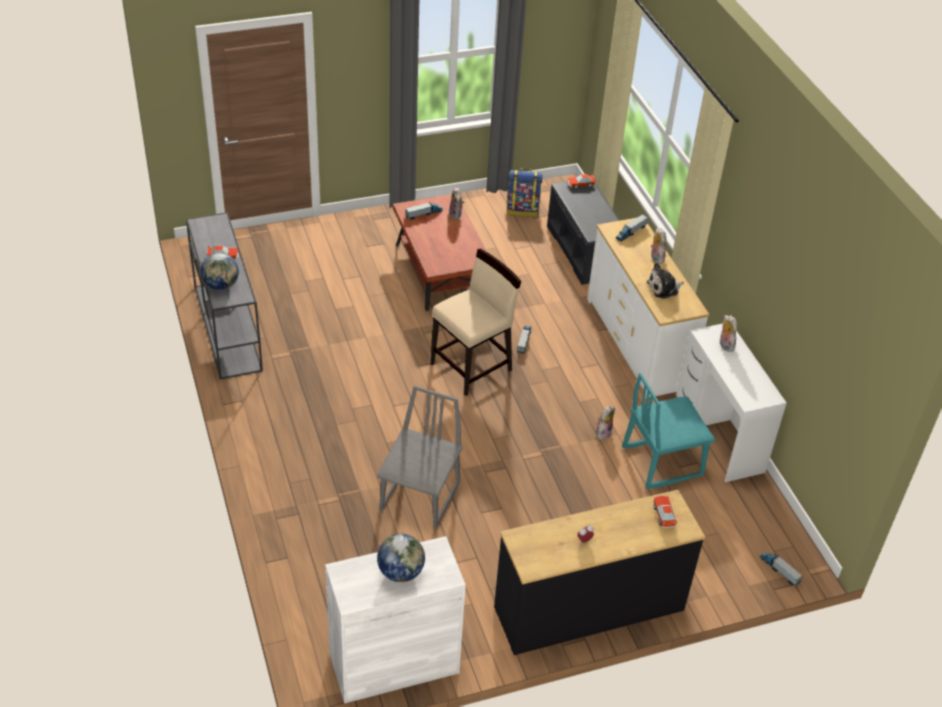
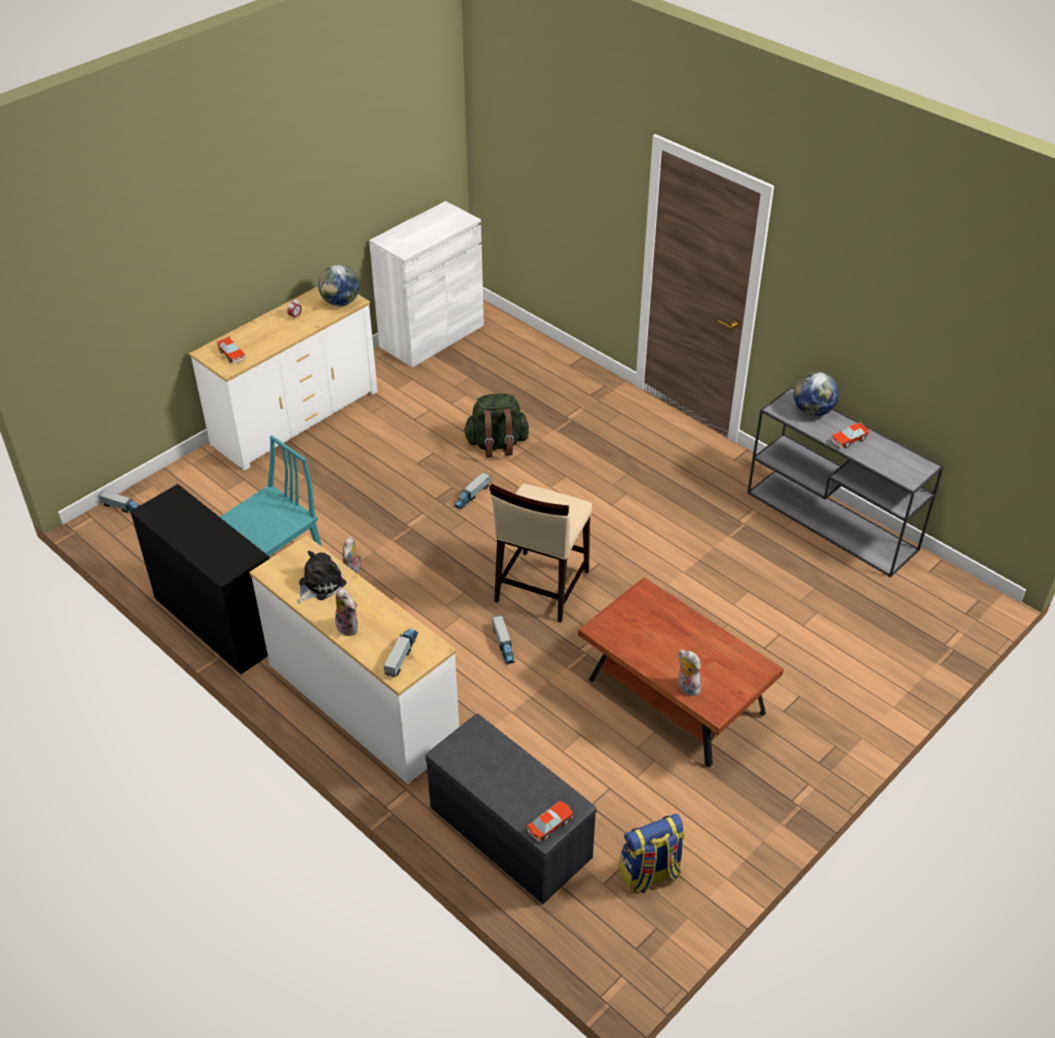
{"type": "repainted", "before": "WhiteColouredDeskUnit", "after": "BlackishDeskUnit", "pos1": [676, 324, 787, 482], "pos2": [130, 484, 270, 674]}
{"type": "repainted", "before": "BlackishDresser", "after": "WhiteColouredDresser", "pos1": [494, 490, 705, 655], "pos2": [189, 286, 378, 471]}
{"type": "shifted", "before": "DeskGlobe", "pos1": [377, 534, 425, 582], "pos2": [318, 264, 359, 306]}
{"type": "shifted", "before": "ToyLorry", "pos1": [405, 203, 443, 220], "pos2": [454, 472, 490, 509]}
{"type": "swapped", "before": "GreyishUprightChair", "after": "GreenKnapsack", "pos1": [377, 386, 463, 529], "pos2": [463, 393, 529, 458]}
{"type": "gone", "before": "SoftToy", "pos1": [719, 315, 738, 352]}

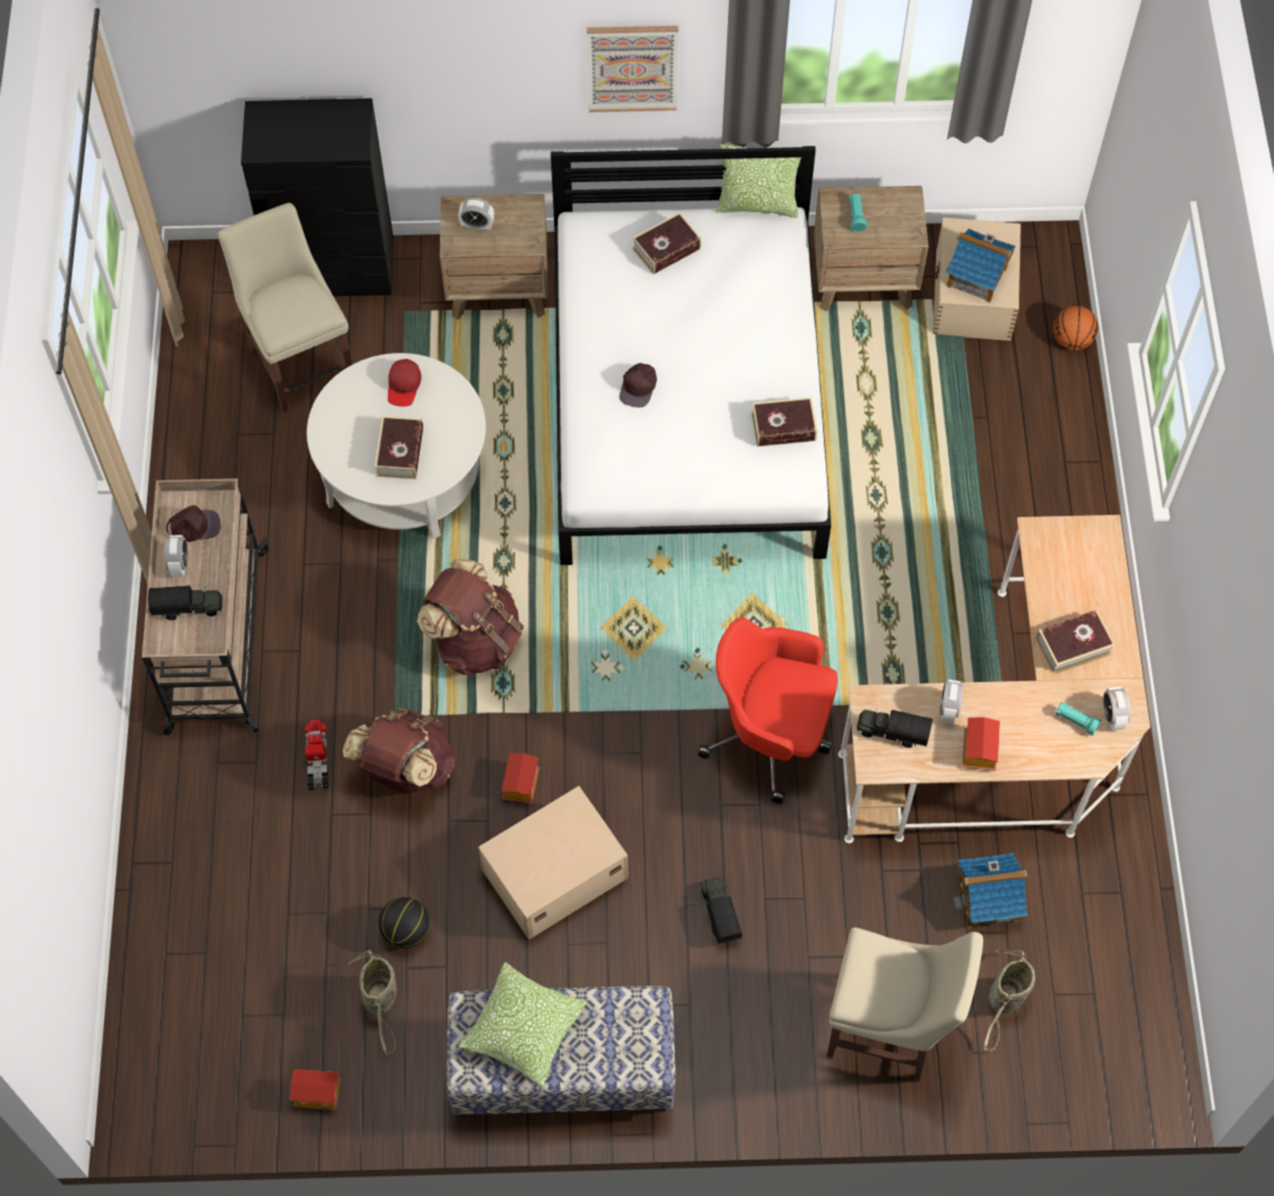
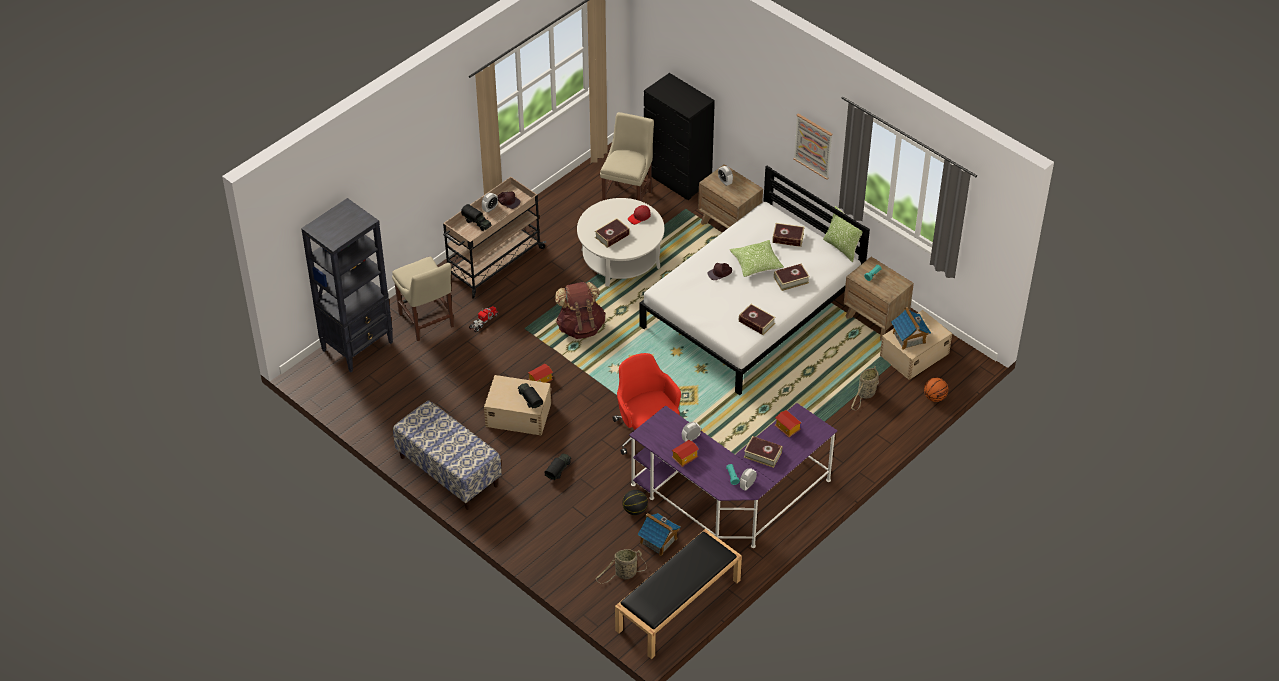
{"type": "new", "after": "BlackishBookcase", "pos2": [301, 198, 393, 372]}
{"type": "shifted", "before": "BeigeColouredUprightChair", "pos1": [827, 927, 983, 1081], "pos2": [392, 257, 454, 341]}
{"type": "shifted", "before": "ToyLorry", "pos1": [857, 709, 933, 748], "pos2": [518, 383, 543, 409]}
{"type": "new", "after": "BlackishBench", "pos2": [615, 529, 742, 659]}
{"type": "shifted", "before": "BallForBasketball", "pos1": [378, 897, 430, 949], "pos2": [622, 490, 648, 515]}
{"type": "repainted", "before": "BeigeColouredDeskUnit", "after": "PurplishDeskUnit", "pos1": [838, 515, 1150, 843], "pos2": [629, 403, 837, 548]}
{"type": "shifted", "before": "Pillow", "pos1": [458, 962, 587, 1087], "pos2": [730, 240, 784, 277]}
{"type": "new", "after": "BoundBook", "pos2": [774, 264, 810, 291]}
{"type": "shifted", "before": "ToyHouse", "pos1": [289, 1069, 341, 1110], "pos2": [775, 410, 801, 437]}
{"type": "shifted", "before": "HouseholdBasket", "pos1": [348, 950, 396, 1055], "pos2": [851, 366, 879, 410]}
{"type": "gone", "before": "BrownishKnapsack", "pos1": [343, 707, 455, 794]}

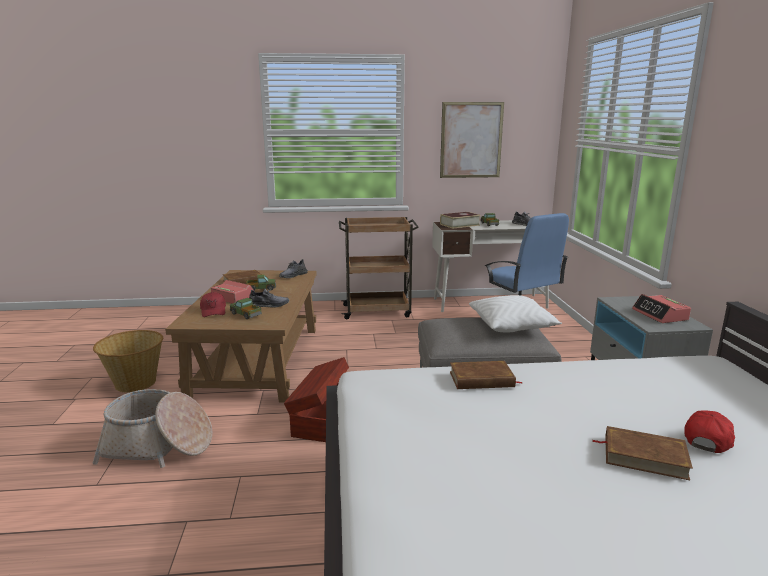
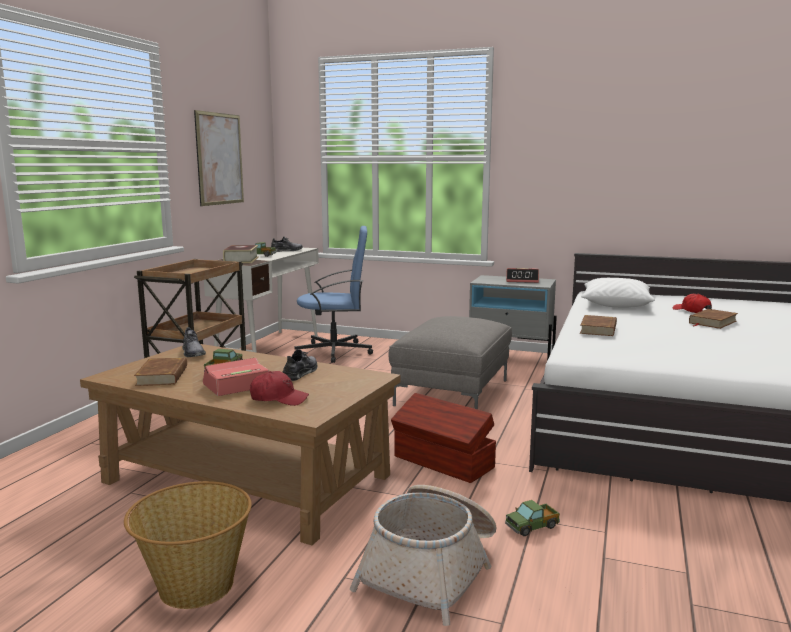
{"type": "shifted", "before": "ToyLorry", "pos1": [230, 298, 262, 319], "pos2": [505, 500, 560, 536]}
{"type": "shifted", "before": "WhiteColouredPillow", "pos1": [469, 295, 562, 333], "pos2": [581, 278, 655, 308]}

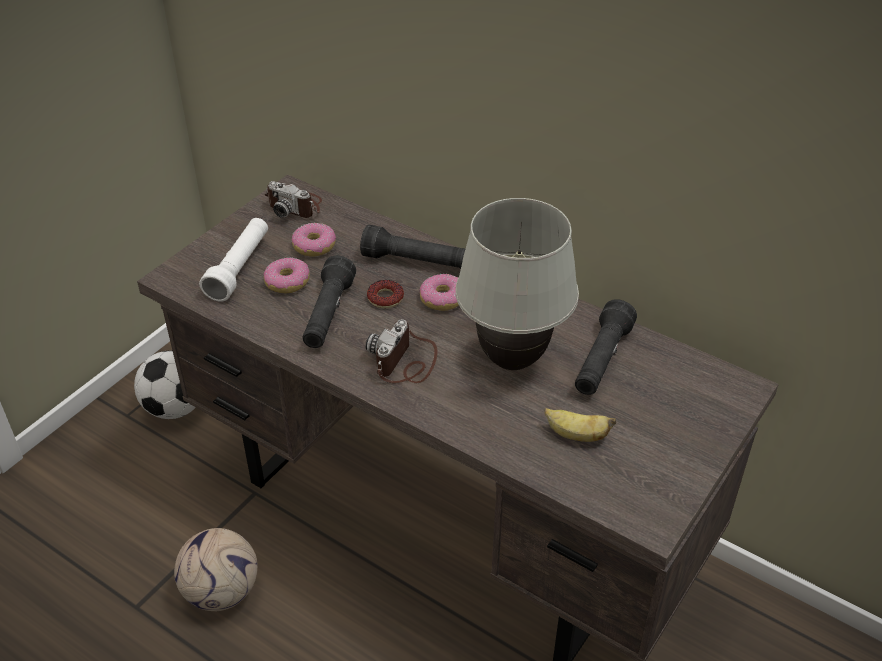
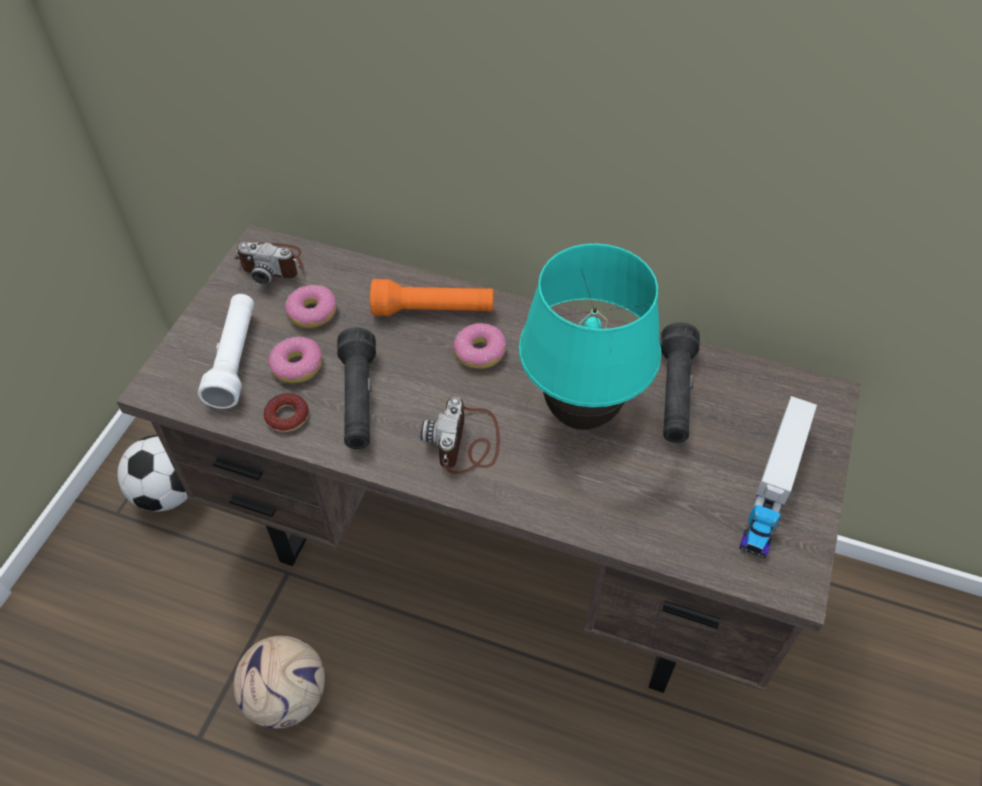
{"type": "shifted", "before": "RingDoughnut", "pos1": [367, 280, 404, 308], "pos2": [264, 393, 308, 432]}
{"type": "repainted", "before": "BlackishFlashlight", "after": "OrangeyFlashlight", "pos1": [360, 225, 465, 268], "pos2": [370, 279, 494, 316]}
{"type": "repainted", "before": "WhiteColouredLampForATable", "after": "BlueGreenLampForATable", "pos1": [455, 198, 579, 370], "pos2": [519, 244, 661, 430]}
{"type": "new", "after": "ToyLorry", "pos2": [739, 396, 817, 558]}
{"type": "gone", "before": "WholeBanana", "pos1": [544, 408, 616, 442]}

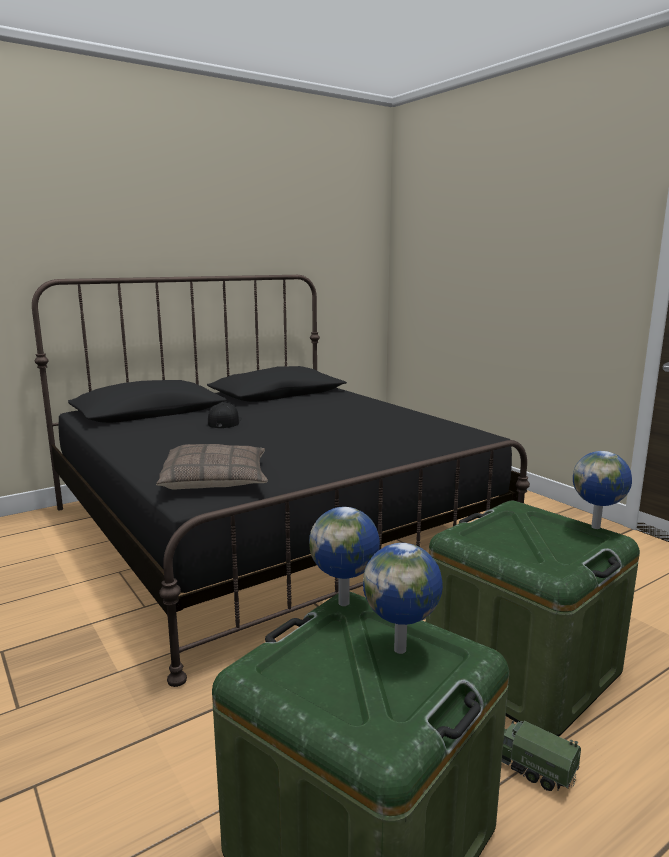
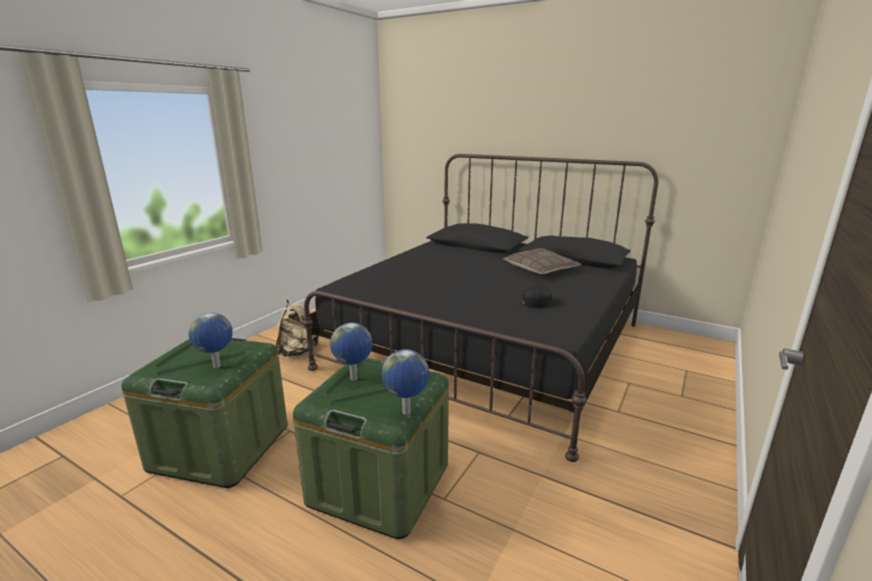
{"type": "new", "after": "BeigeColouredKnapsack", "pos2": [276, 300, 320, 356]}
{"type": "shifted", "before": "DeskGlobe", "pos1": [309, 507, 380, 606], "pos2": [330, 323, 373, 381]}
{"type": "shifted", "before": "Pillow", "pos1": [156, 444, 268, 489], "pos2": [503, 248, 581, 274]}
{"type": "shifted", "before": "BlackishBaseballCap", "pos1": [208, 403, 242, 428], "pos2": [522, 285, 561, 308]}
{"type": "gone", "before": "ToyLorry", "pos1": [502, 720, 581, 791]}

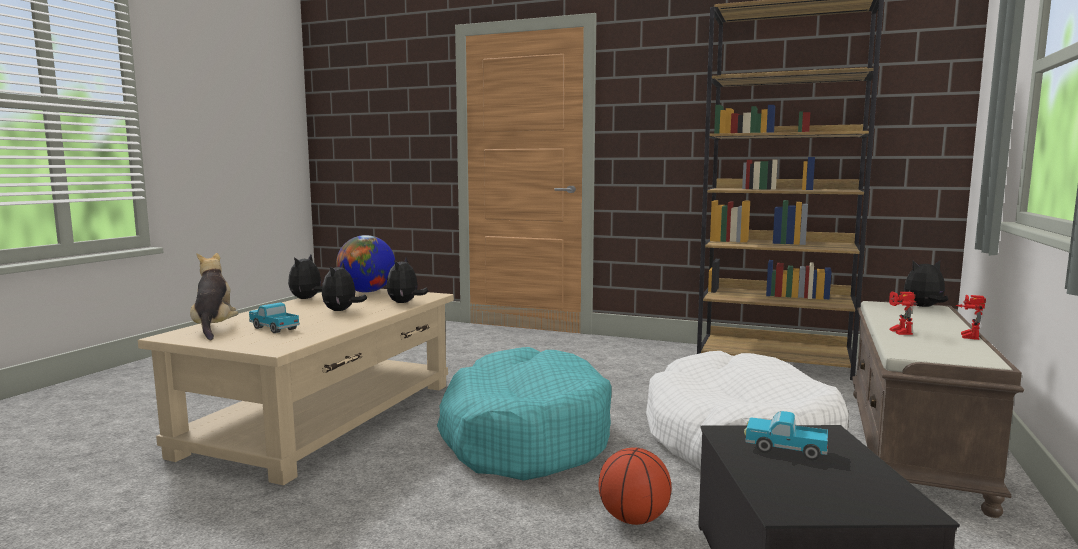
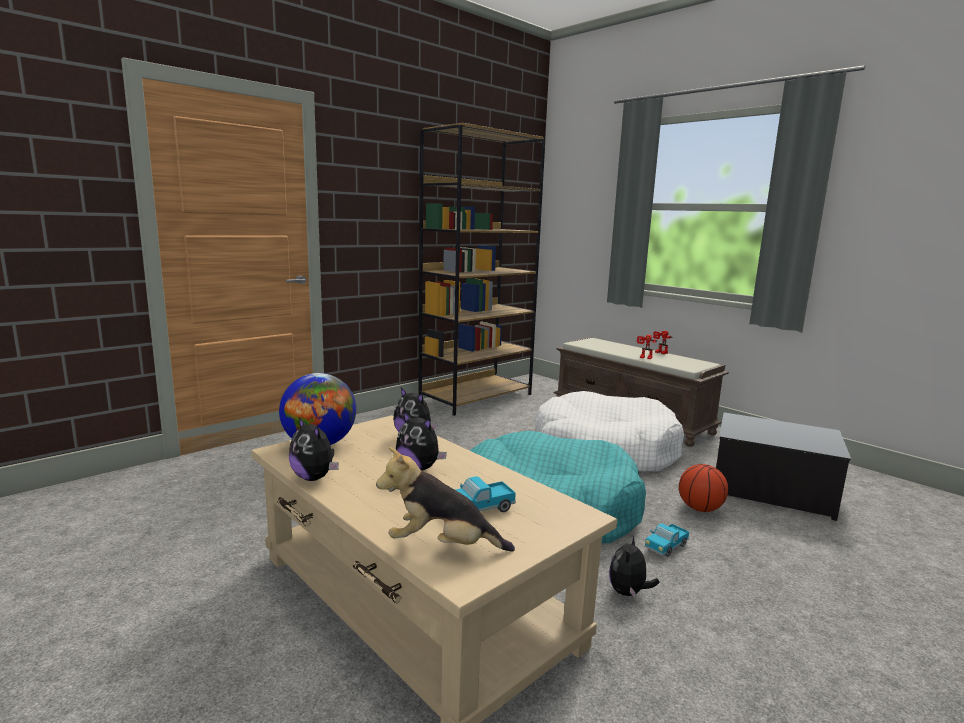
{"type": "shifted", "before": "SoftToy", "pos1": [904, 260, 948, 307], "pos2": [609, 536, 659, 598]}
{"type": "shifted", "before": "ToyLorry", "pos1": [744, 411, 828, 460], "pos2": [645, 523, 689, 557]}

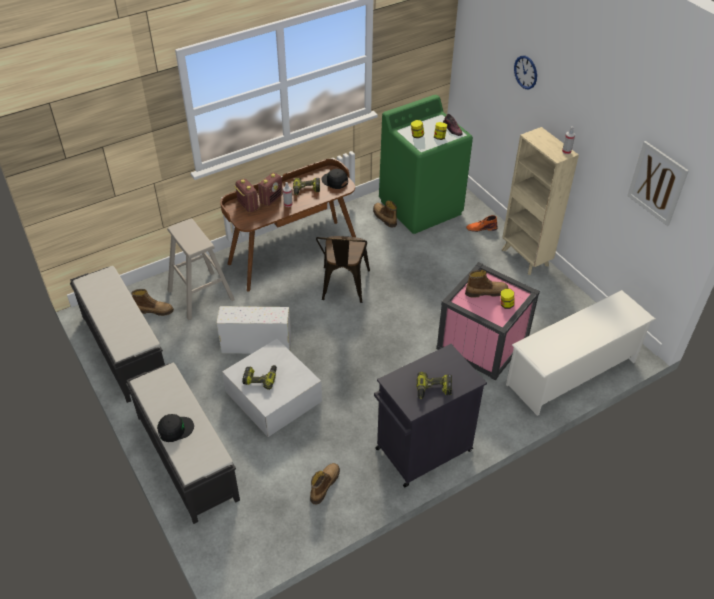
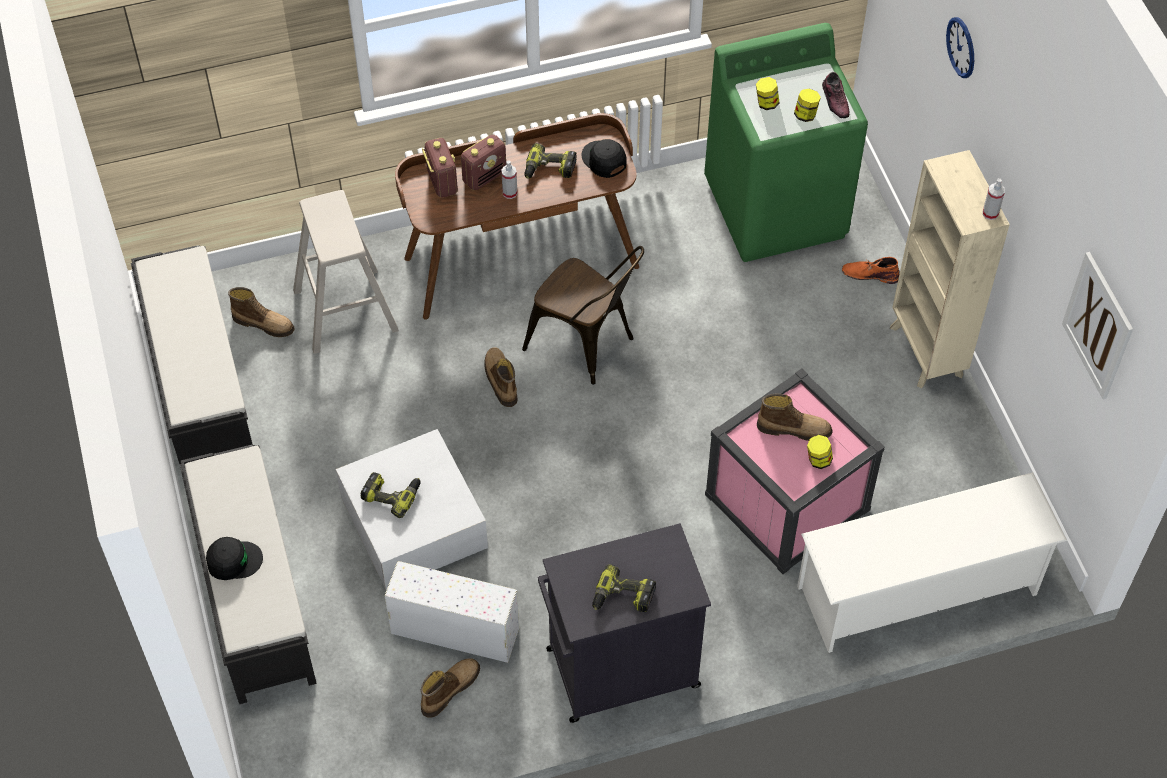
{"type": "shifted", "before": "WhiteColouredStorageBin", "pos1": [217, 306, 291, 354], "pos2": [385, 561, 519, 663]}
{"type": "shifted", "before": "Boot", "pos1": [373, 200, 397, 227], "pos2": [484, 347, 518, 407]}
{"type": "rotated", "before": "BrownishUprightChair", "pos1": [316, 236, 370, 303], "pos2": [522, 246, 644, 385], "turn": -75}

